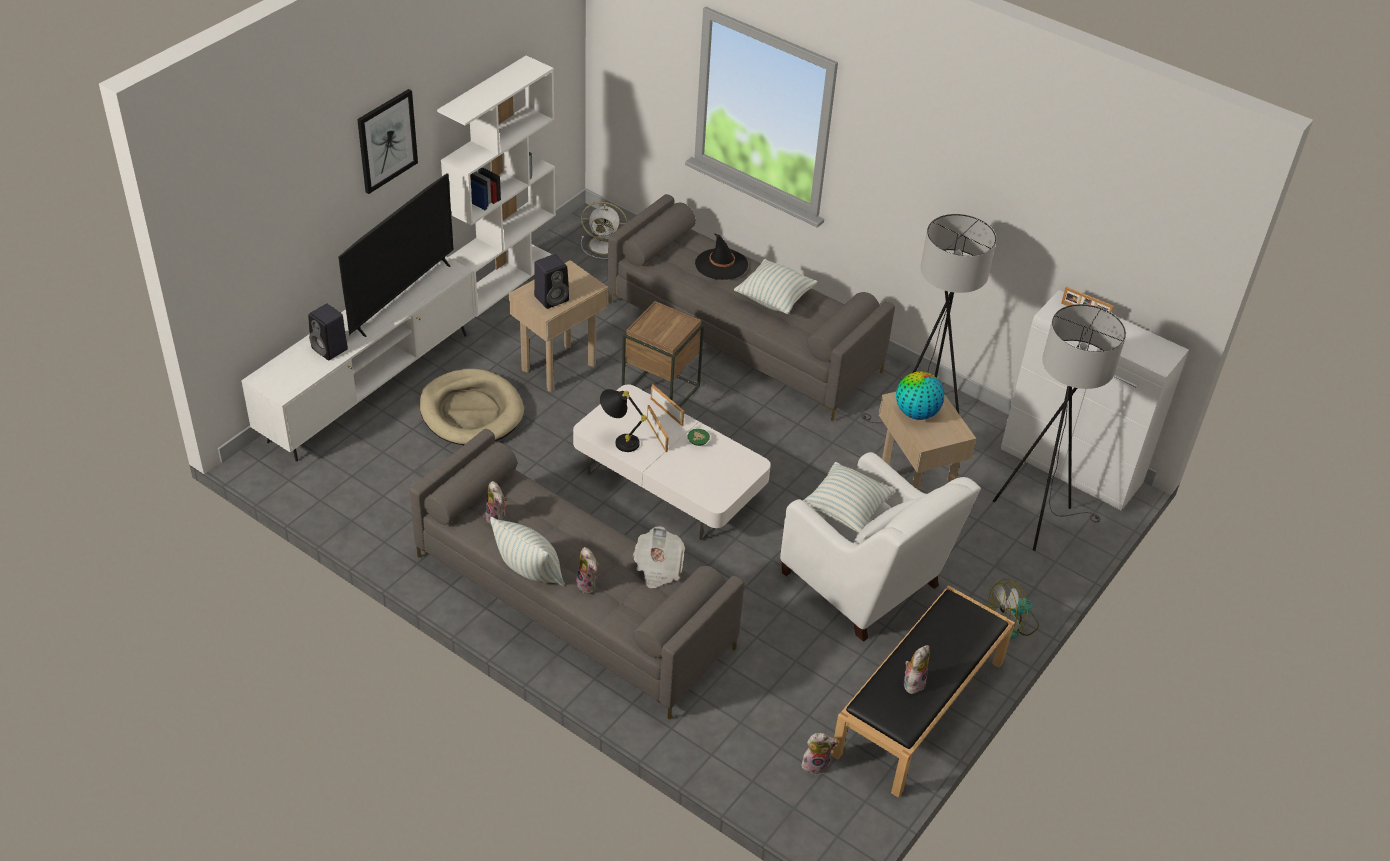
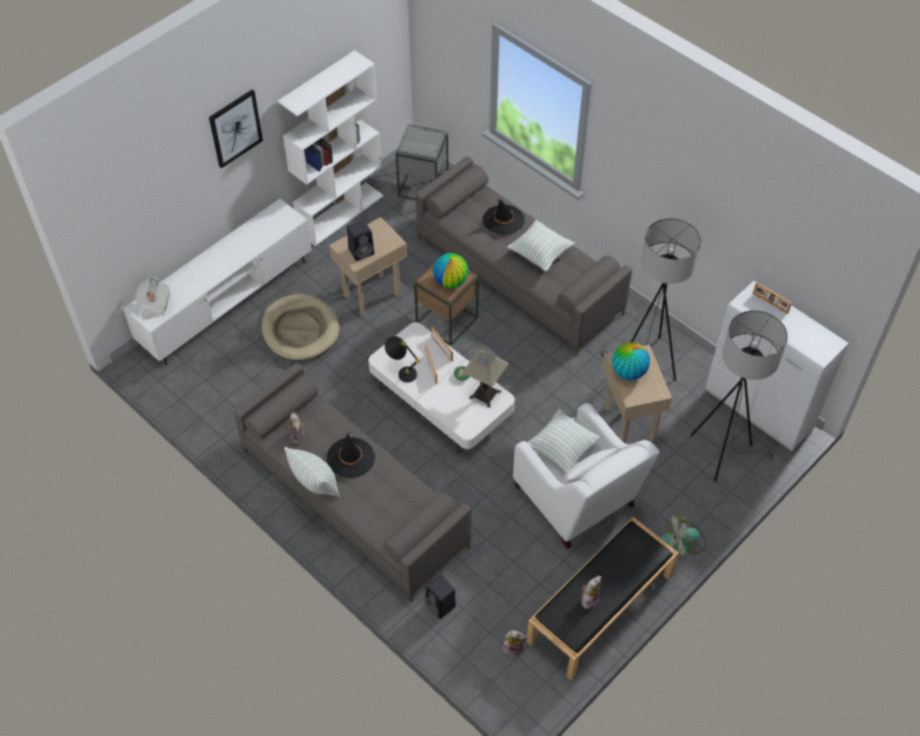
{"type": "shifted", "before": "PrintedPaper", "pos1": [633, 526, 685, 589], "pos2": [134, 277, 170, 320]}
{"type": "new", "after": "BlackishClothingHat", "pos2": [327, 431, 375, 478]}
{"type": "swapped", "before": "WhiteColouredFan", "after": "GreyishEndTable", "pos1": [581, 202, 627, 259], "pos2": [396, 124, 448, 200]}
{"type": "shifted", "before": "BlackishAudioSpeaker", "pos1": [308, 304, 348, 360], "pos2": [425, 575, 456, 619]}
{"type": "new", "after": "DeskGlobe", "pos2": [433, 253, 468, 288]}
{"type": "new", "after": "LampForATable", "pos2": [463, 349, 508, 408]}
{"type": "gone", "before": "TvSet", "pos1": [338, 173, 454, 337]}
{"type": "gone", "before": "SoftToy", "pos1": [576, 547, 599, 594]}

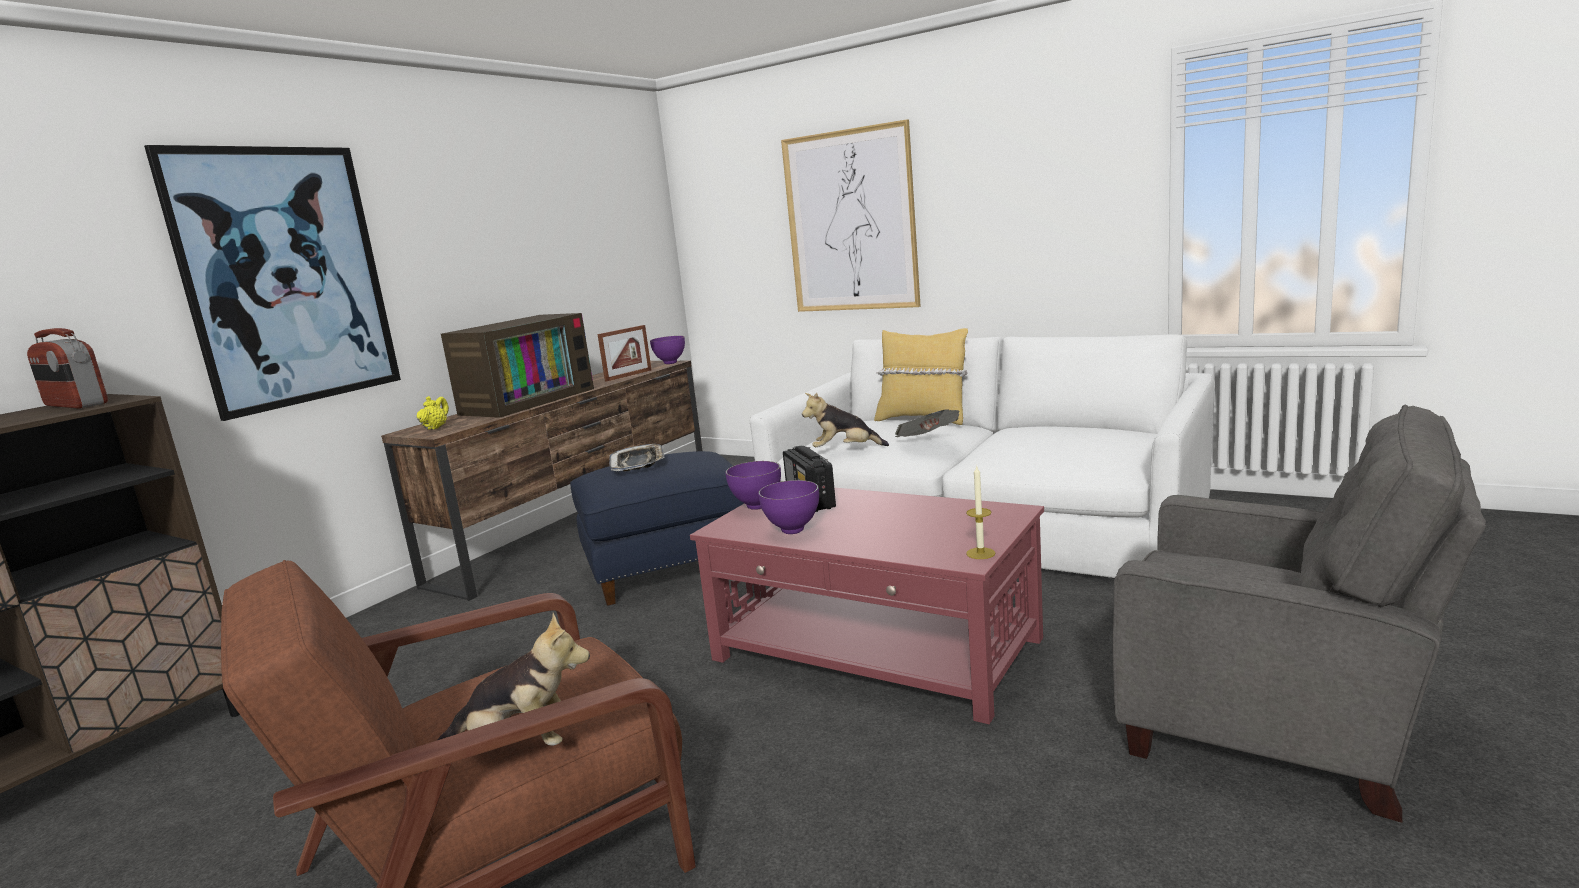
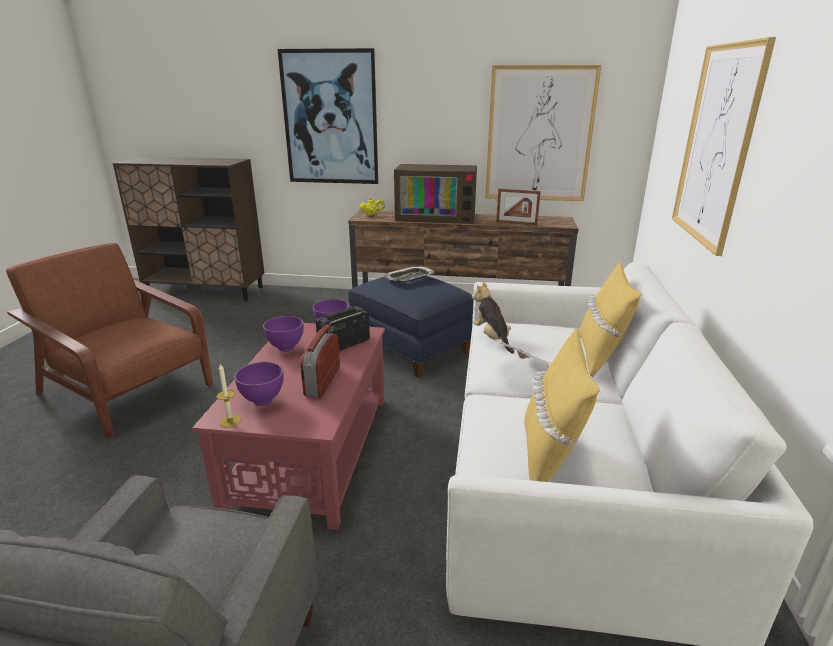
{"type": "shifted", "before": "PurplishDeepDish", "pos1": [650, 336, 685, 364], "pos2": [234, 362, 284, 406]}
{"type": "shifted", "before": "RadioSet", "pos1": [27, 328, 108, 409], "pos2": [300, 325, 340, 398]}
{"type": "new", "after": "Picture", "pos2": [485, 65, 601, 201]}
{"type": "new", "after": "YellowishPillow", "pos2": [524, 328, 600, 482]}
{"type": "gone", "before": "SoftToy", "pos1": [437, 613, 590, 746]}

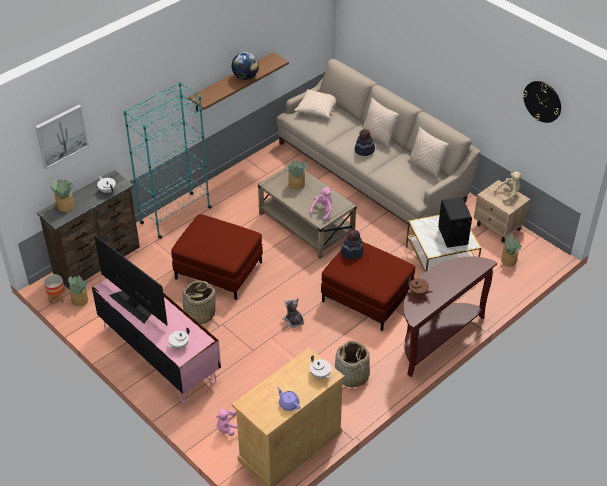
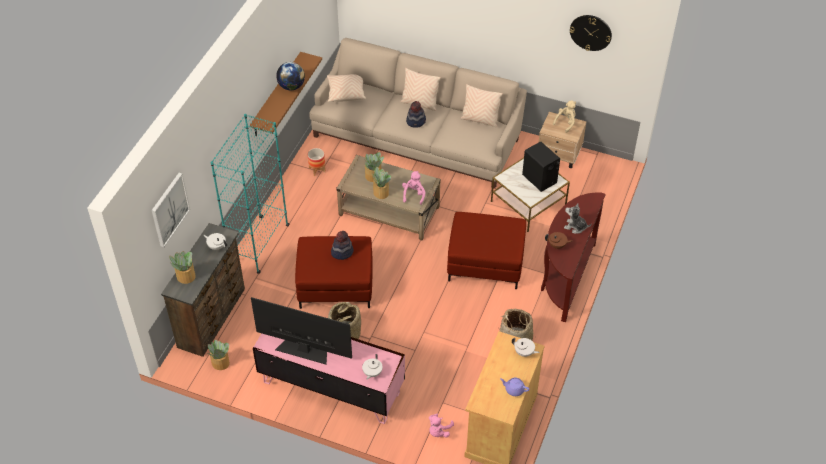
{"type": "shifted", "before": "Planter", "pos1": [44, 274, 65, 304], "pos2": [308, 148, 326, 176]}
{"type": "shifted", "before": "ClothingHat", "pos1": [341, 230, 364, 259], "pos2": [331, 231, 353, 260]}
{"type": "shifted", "before": "PottedPlant", "pos1": [501, 234, 522, 267], "pos2": [371, 167, 391, 199]}
{"type": "shifted", "before": "SoftToy", "pos1": [282, 298, 304, 328], "pos2": [564, 203, 592, 234]}

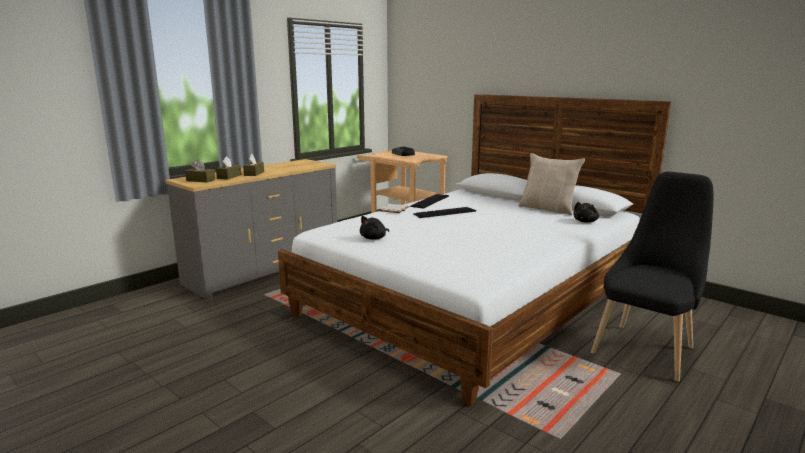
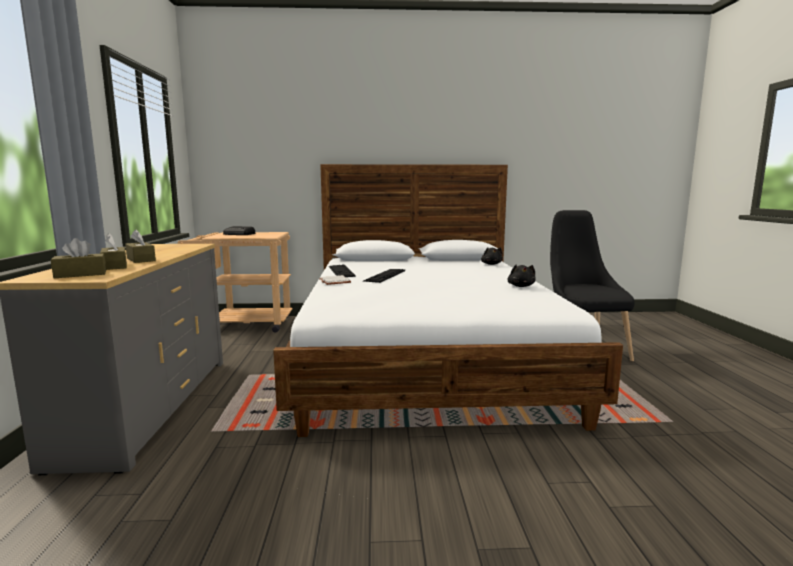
{"type": "shifted", "before": "BlackishSoftToy", "pos1": [360, 216, 389, 240], "pos2": [507, 265, 536, 287]}
{"type": "gone", "before": "BeigeColouredPillow", "pos1": [518, 153, 585, 215]}

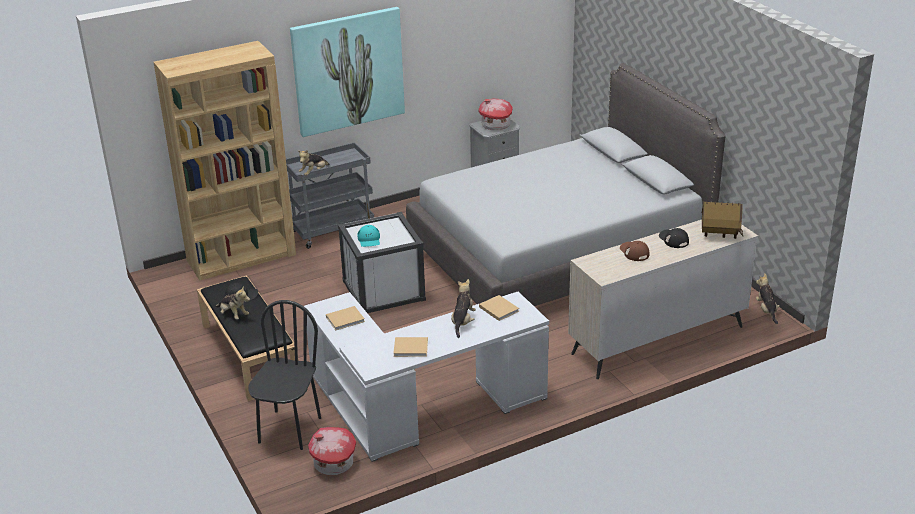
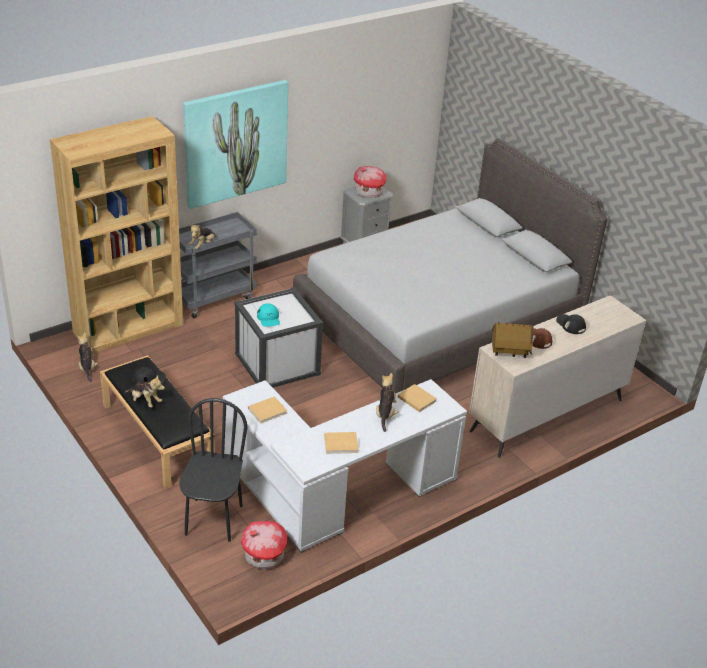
{"type": "shifted", "before": "SoftToy", "pos1": [756, 273, 780, 324], "pos2": [77, 332, 98, 382]}
{"type": "shifted", "before": "ToyHouse", "pos1": [702, 201, 743, 239], "pos2": [492, 322, 534, 358]}

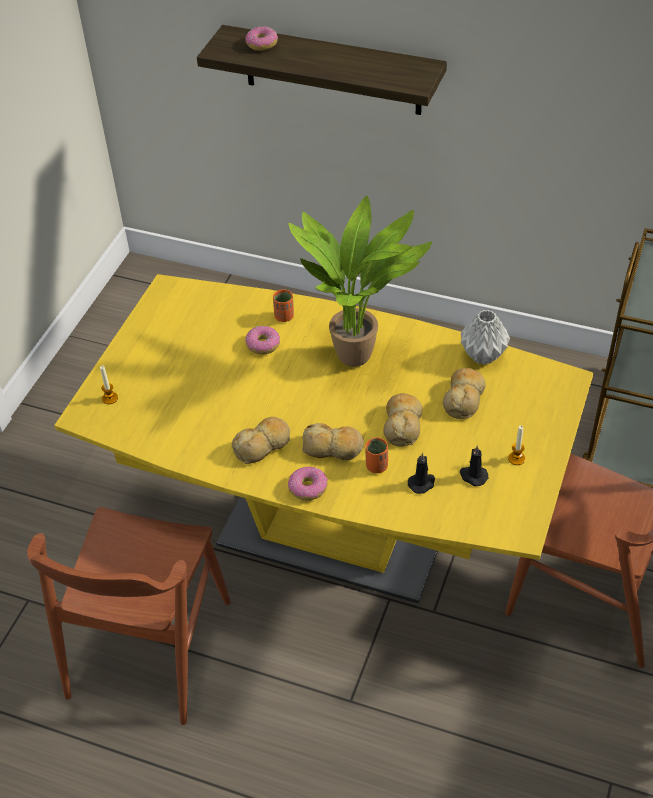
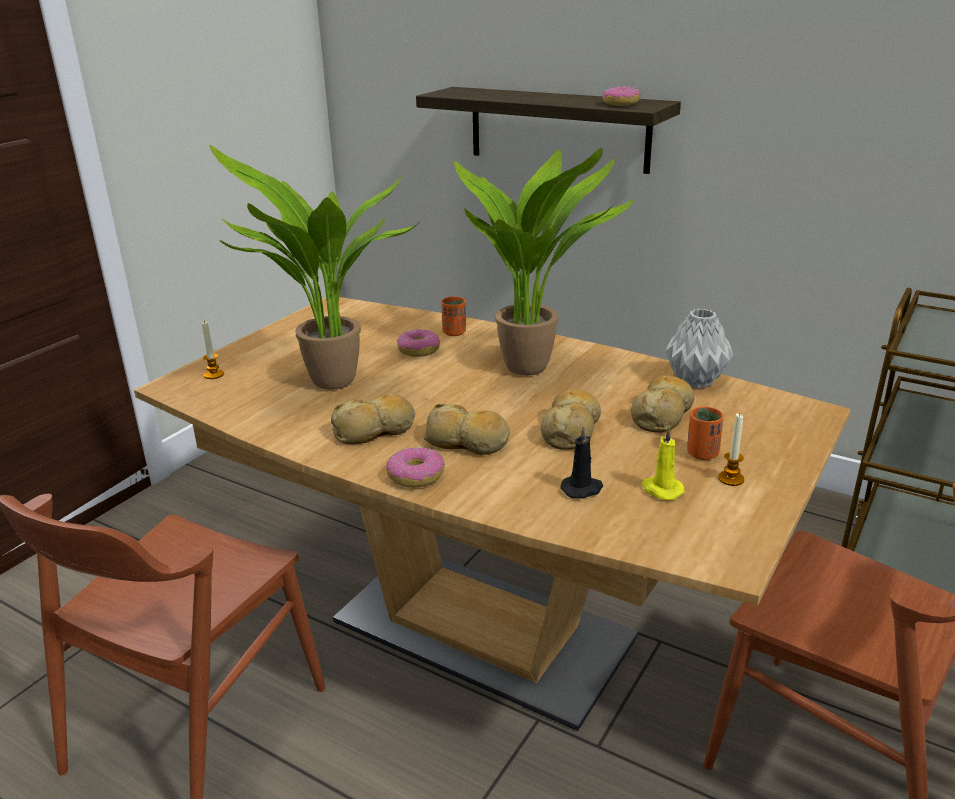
{"type": "repainted", "before": "YellowishKitchenTable", "after": "BrownishKitchenTable", "pos1": [54, 274, 593, 603], "pos2": [134, 297, 851, 731]}
{"type": "new", "after": "PottedPlant", "pos2": [210, 145, 421, 390]}
{"type": "shifted", "before": "RingDoughnut", "pos1": [246, 26, 278, 51], "pos2": [603, 86, 641, 106]}
{"type": "repainted", "before": "BlackishCandle", "after": "YellowishCandle", "pos1": [460, 445, 488, 486], "pos2": [642, 427, 685, 500]}
{"type": "shifted", "before": "OrangeyCup", "pos1": [365, 438, 388, 473], "pos2": [687, 406, 723, 460]}

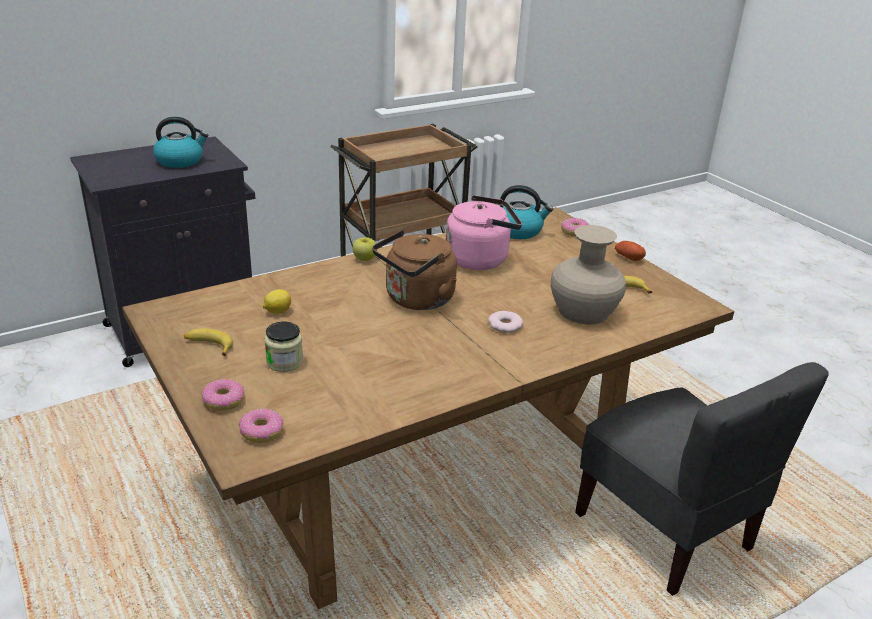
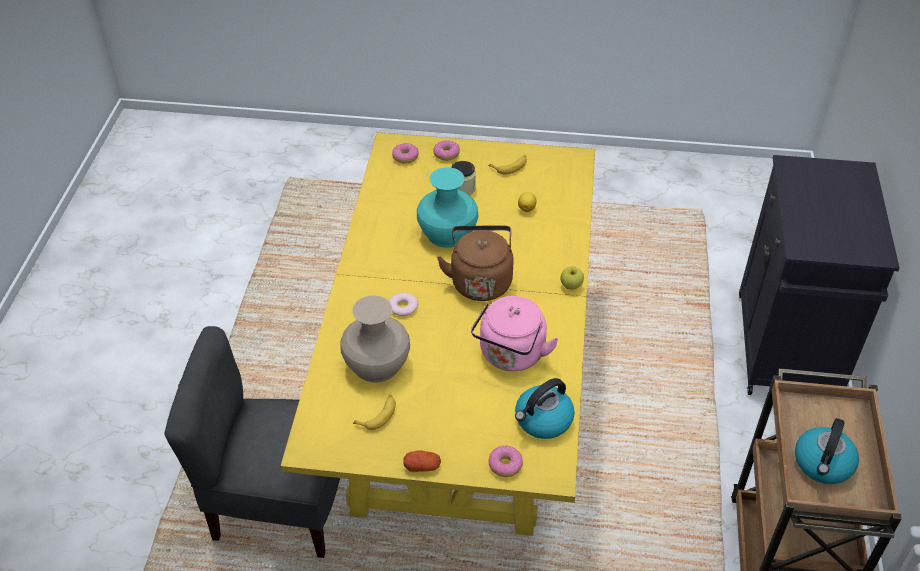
{"type": "repainted", "before": "BrownishKitchenTable", "after": "YellowishKitchenTable", "pos1": [122, 207, 734, 609], "pos2": [281, 132, 595, 536]}
{"type": "new", "after": "BlueGreenDecorativeVase", "pos2": [417, 167, 478, 248]}
{"type": "shifted", "before": "WaterKettle", "pos1": [153, 117, 209, 168], "pos2": [795, 418, 859, 484]}

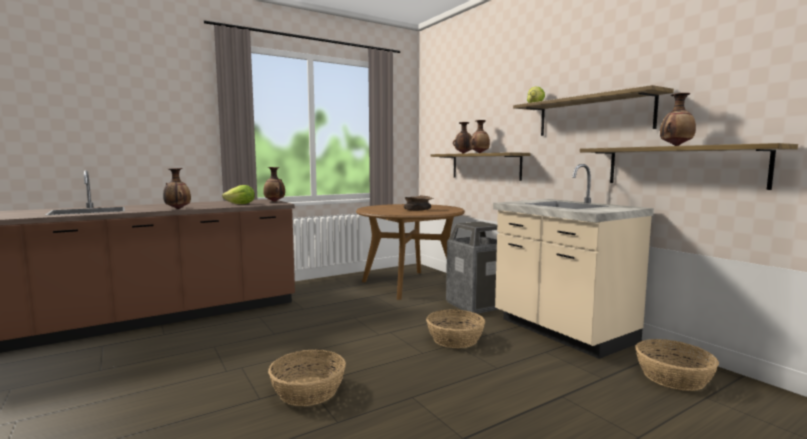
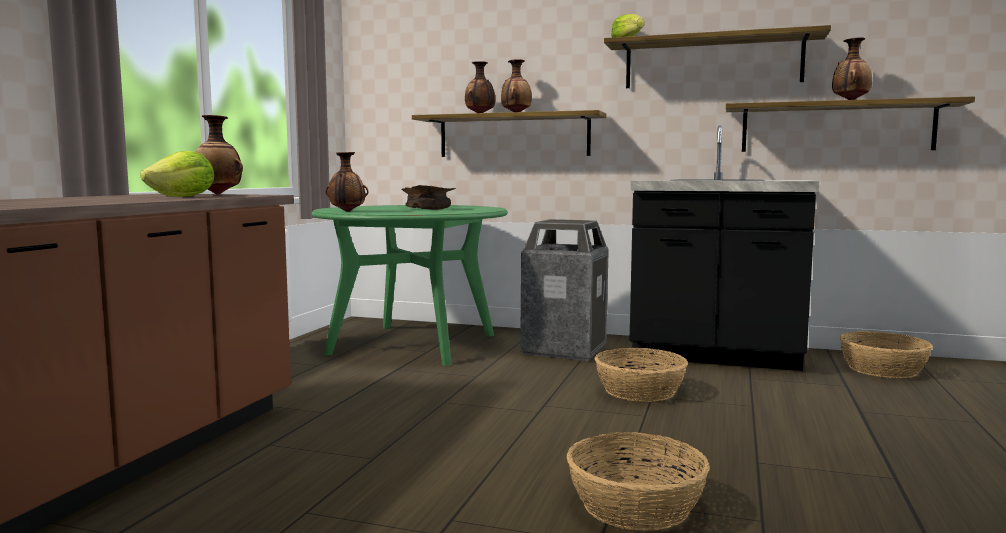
{"type": "repainted", "before": "BrownishKitchenTable", "after": "GreenKitchenTable", "pos1": [356, 204, 465, 300], "pos2": [312, 205, 508, 366]}
{"type": "shifted", "before": "DecorativeVase", "pos1": [163, 168, 191, 209], "pos2": [325, 152, 368, 212]}
{"type": "repainted", "before": "BeigeColouredKitchenCounter", "after": "BlackishKitchenCounter", "pos1": [493, 164, 654, 359], "pos2": [630, 125, 819, 371]}

